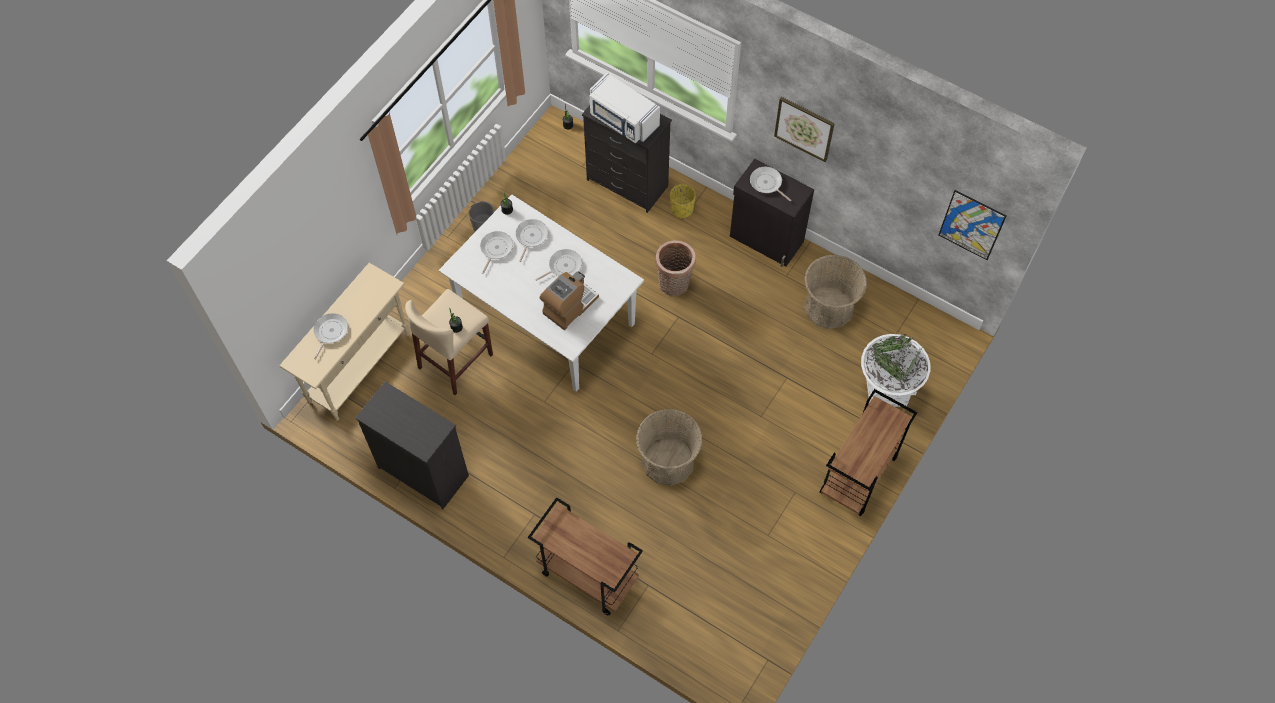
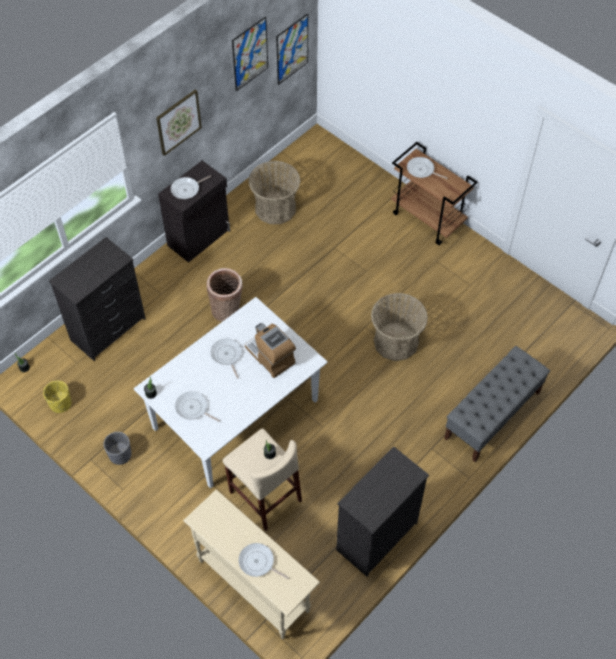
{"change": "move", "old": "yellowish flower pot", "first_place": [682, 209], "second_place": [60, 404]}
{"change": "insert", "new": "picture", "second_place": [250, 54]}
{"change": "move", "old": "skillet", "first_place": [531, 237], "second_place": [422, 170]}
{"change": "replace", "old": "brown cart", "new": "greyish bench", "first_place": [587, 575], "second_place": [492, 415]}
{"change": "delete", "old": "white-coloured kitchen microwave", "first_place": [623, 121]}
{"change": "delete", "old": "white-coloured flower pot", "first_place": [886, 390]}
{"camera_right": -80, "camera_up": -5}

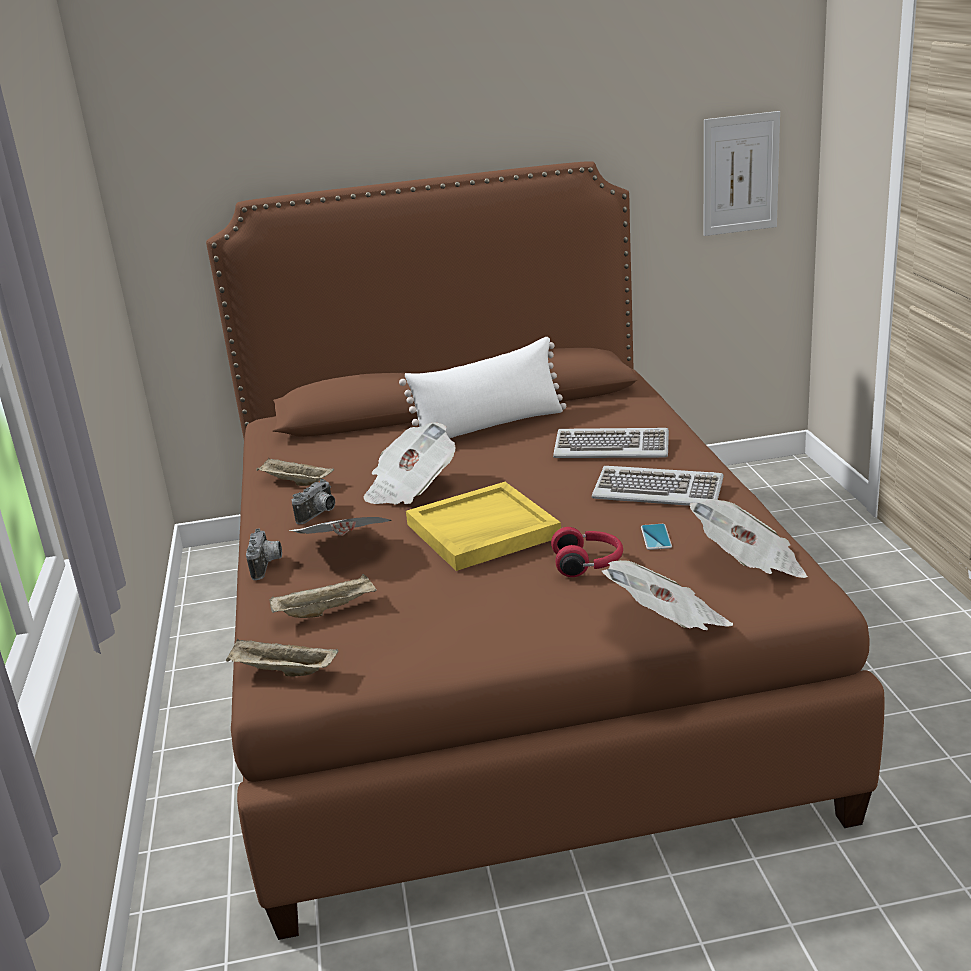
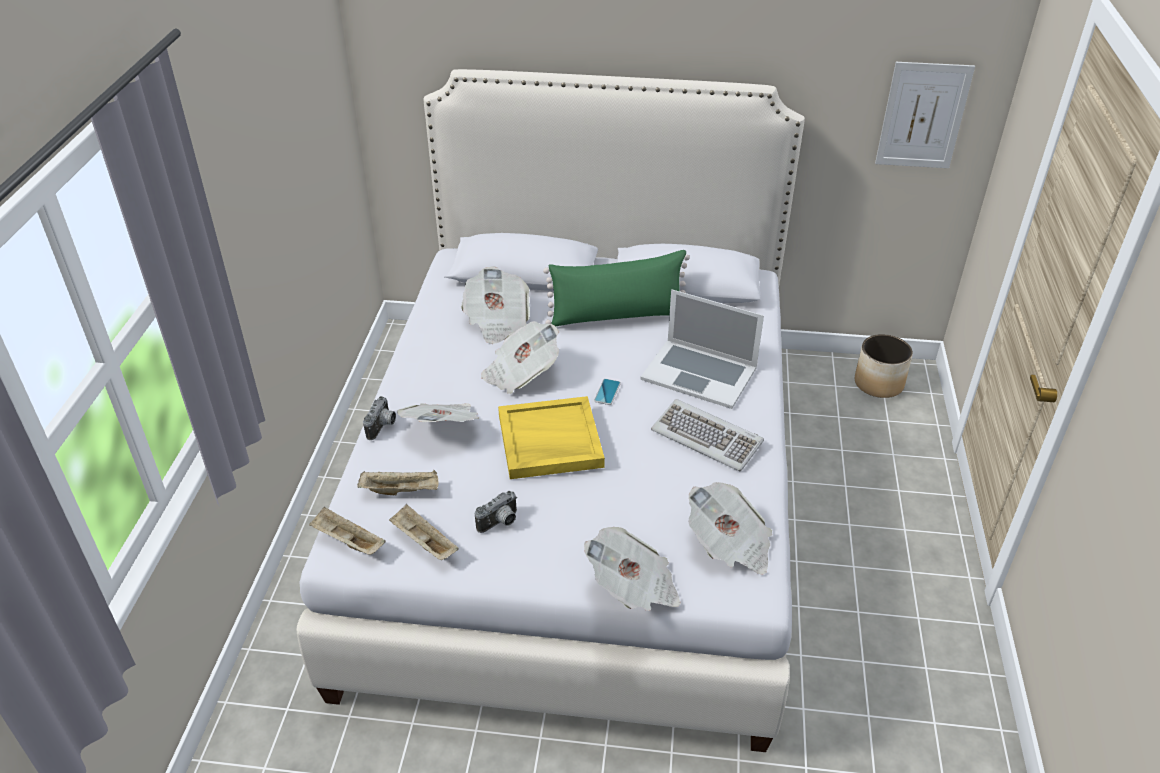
{"change": "recolor", "old": "brown sleeping bed", "new": "white-coloured sleeping bed", "first_place": [498, 650], "second_place": [578, 498]}
{"change": "move", "old": "beige carrying tray", "first_place": [295, 483], "second_place": [423, 542]}
{"change": "insert", "new": "daily paper", "second_place": [497, 321]}
{"change": "move", "old": "still camera", "first_place": [319, 515], "second_place": [500, 523]}
{"change": "recolor", "old": "white-coloured pillow", "new": "green-coloured pillow", "first_place": [490, 427], "second_place": [617, 316]}
{"change": "move", "old": "telephone", "first_place": [656, 537], "second_place": [607, 392]}
{"change": "replace", "old": "PC keyboard", "new": "portable computer", "first_place": [612, 448], "second_place": [699, 373]}
{"change": "insert", "new": "flower pot", "second_place": [878, 383]}
{"change": "delete", "old": "red headphones", "first_place": [588, 564]}
{"camera_right": 15, "camera_up": 15}

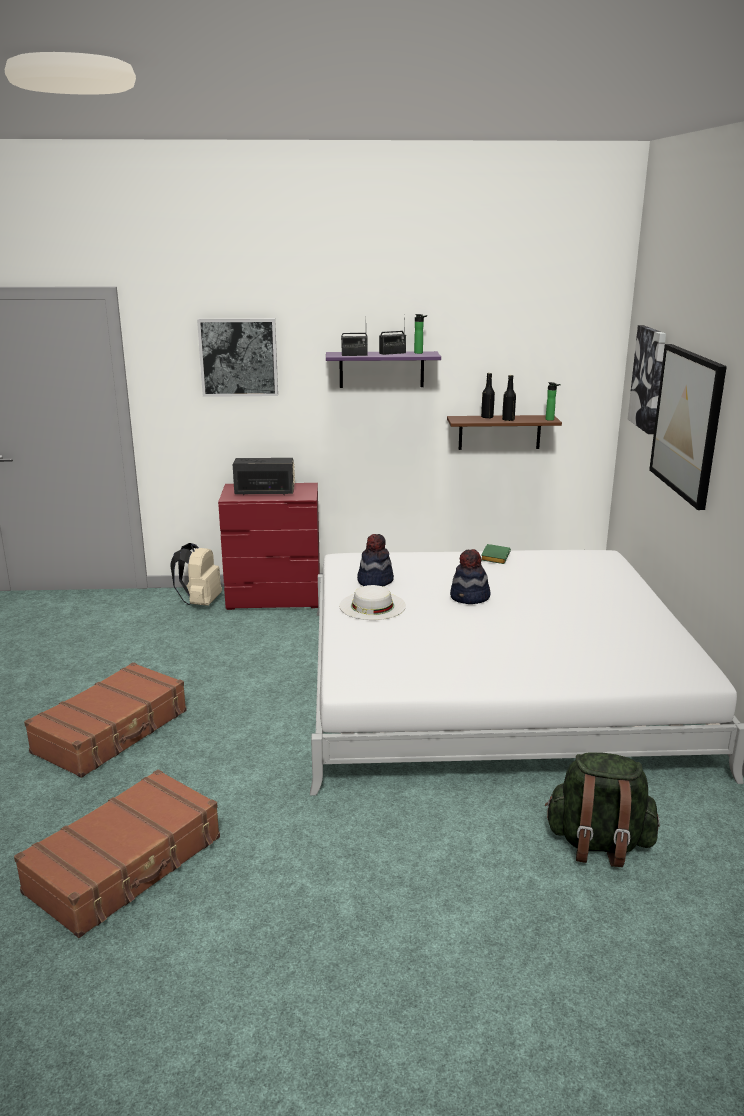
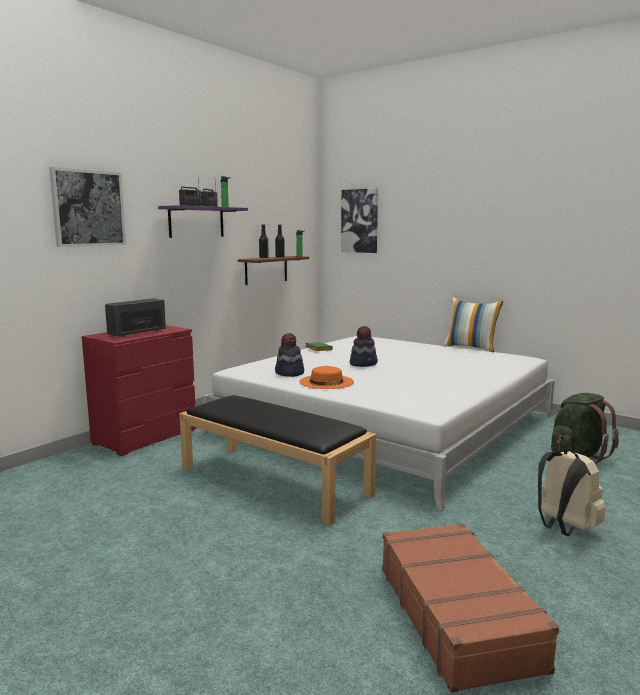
{"change": "insert", "new": "blackish bench", "second_place": [275, 481]}
{"change": "recolor", "old": "white-coloured clothing hat", "new": "orange clothing hat", "first_place": [372, 606], "second_place": [326, 381]}
{"change": "insert", "new": "pillow", "second_place": [471, 348]}
{"change": "move", "old": "beige knapsack", "first_place": [200, 603], "second_place": [564, 528]}
{"change": "delete", "old": "brown travel case", "first_place": [112, 732]}
{"change": "delete", "old": "picture", "first_place": [687, 423]}
{"camera_right": -50, "camera_up": -10}

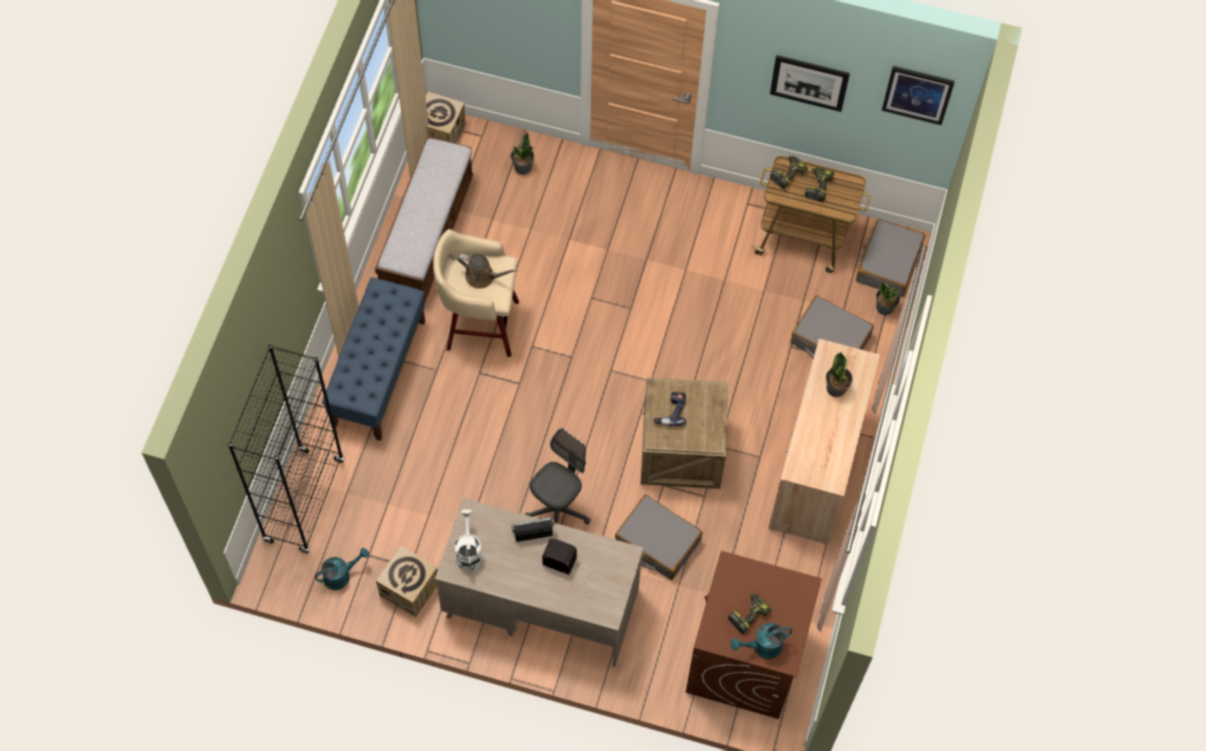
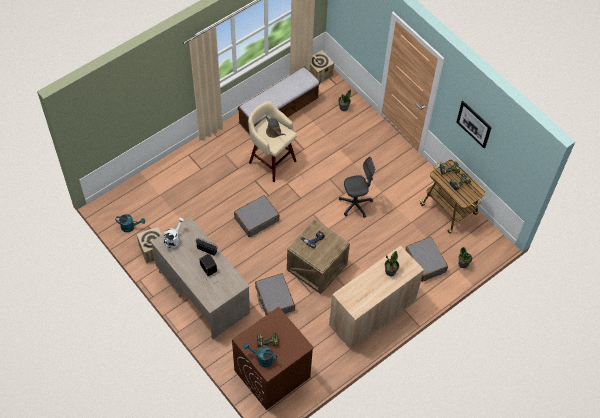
{"change": "move", "old": "greyish travel case", "first_place": [888, 263], "second_place": [256, 219]}
{"change": "move", "old": "greyish computer chair", "first_place": [558, 510], "second_place": [355, 204]}
{"change": "delete", "old": "blackish bookcase", "first_place": [304, 501]}
{"change": "delete", "old": "blue bench", "first_place": [379, 373]}
{"change": "delete", "old": "picture", "first_place": [917, 94]}
{"camera_right": 35, "camera_up": -5}

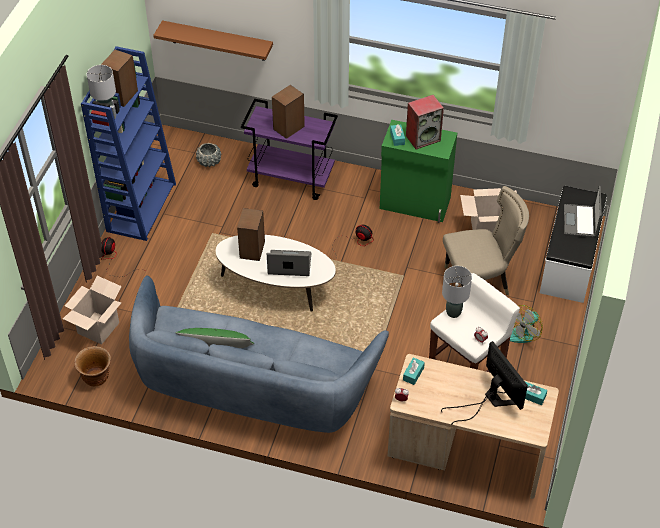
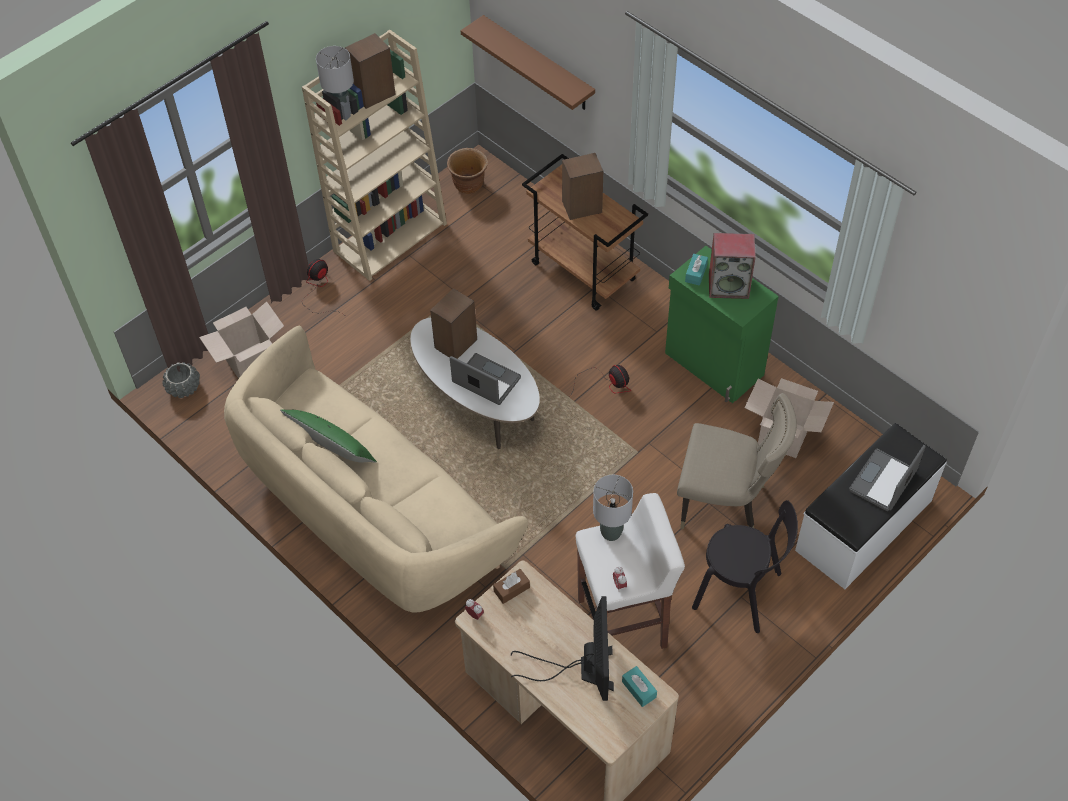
{"change": "move", "old": "greyish flower pot", "first_place": [209, 161], "second_place": [184, 387]}
{"change": "recolor", "old": "blue couch", "new": "beige couch", "first_place": [253, 387], "second_place": [371, 512]}
{"change": "recolor", "old": "blue bookcase", "new": "beige bookcase", "first_place": [141, 206], "second_place": [390, 236]}
{"change": "move", "old": "brown flower pot", "first_place": [96, 378], "second_place": [468, 185]}
{"change": "recolor", "old": "turquoise tissue holder", "new": "brown tissue holder", "first_place": [413, 374], "second_place": [511, 589]}
{"change": "recolor", "old": "purple cart", "new": "brown cart", "first_place": [292, 179], "second_place": [584, 271]}
{"change": "replace", "old": "electric fan", "new": "blackish upright chair", "first_place": [524, 331], "second_place": [741, 592]}
{"camera_right": 30, "camera_up": 5}

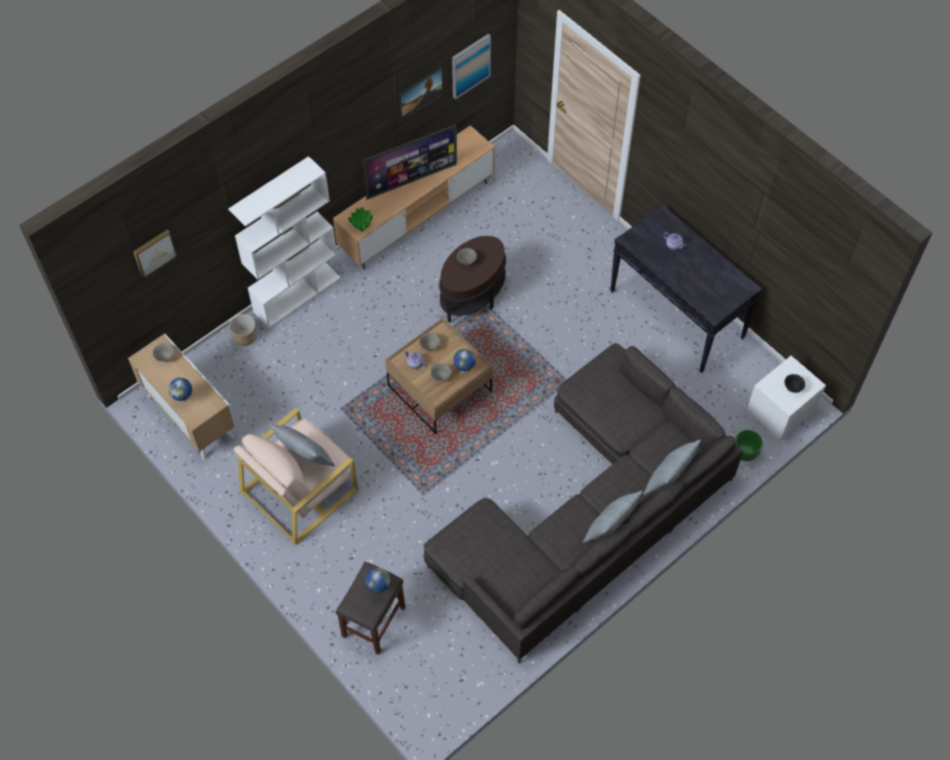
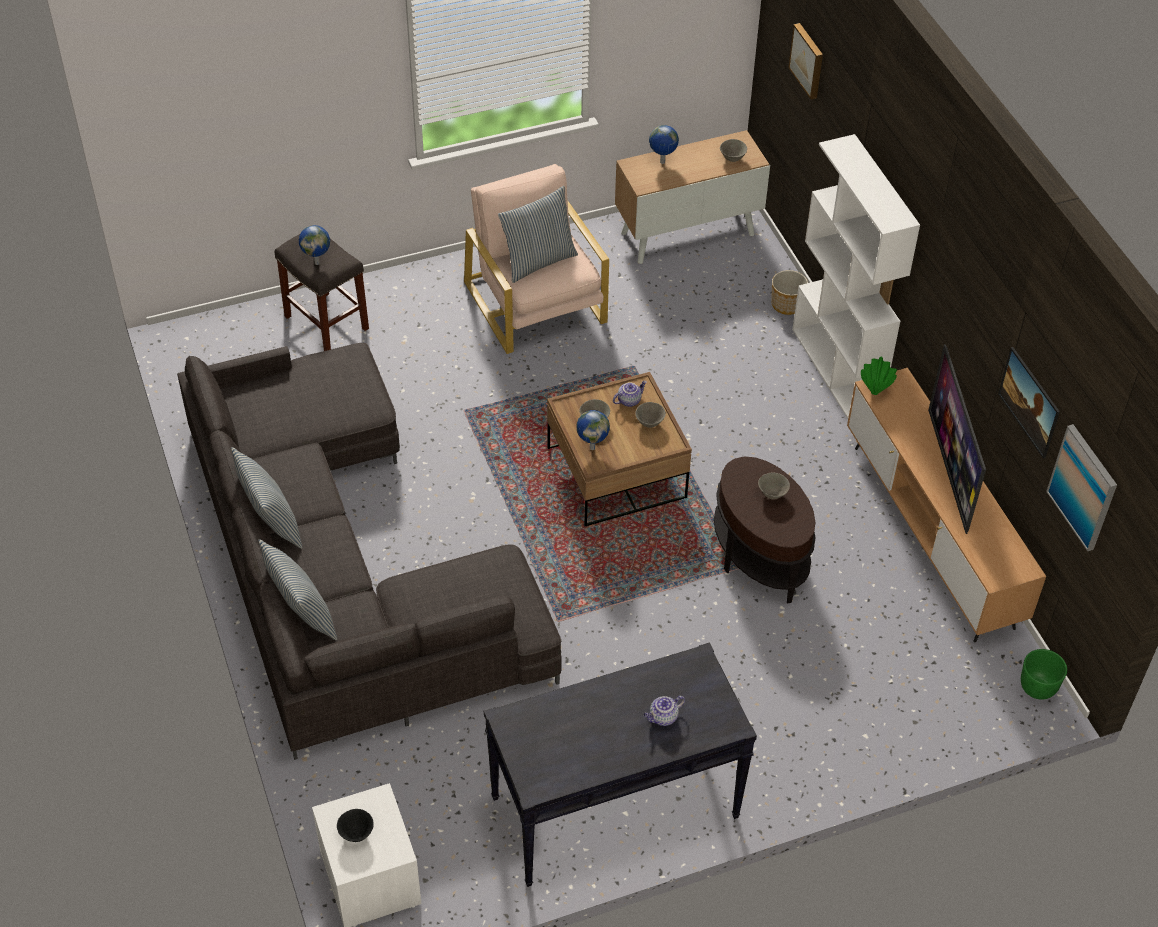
{"change": "move", "old": "green-coloured flower pot", "first_place": [745, 453], "second_place": [1037, 687]}
{"camera_right": 110, "camera_up": -10}

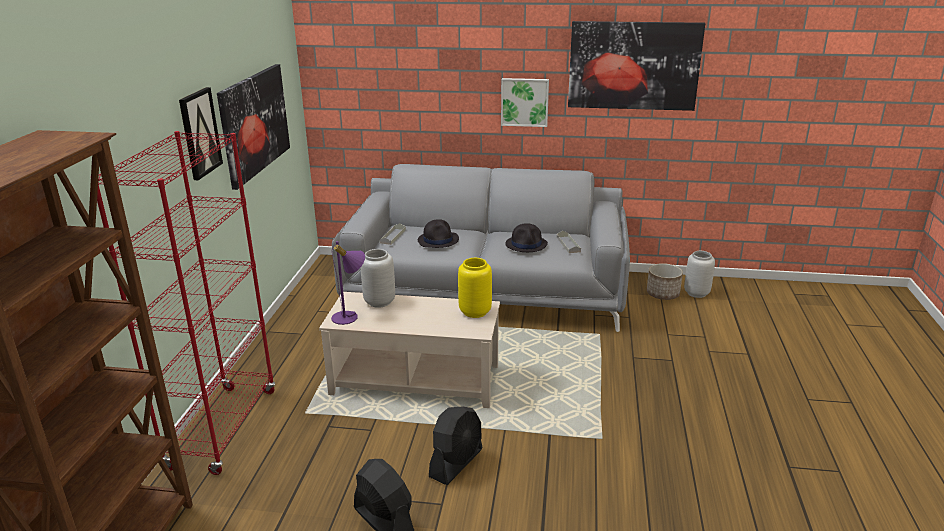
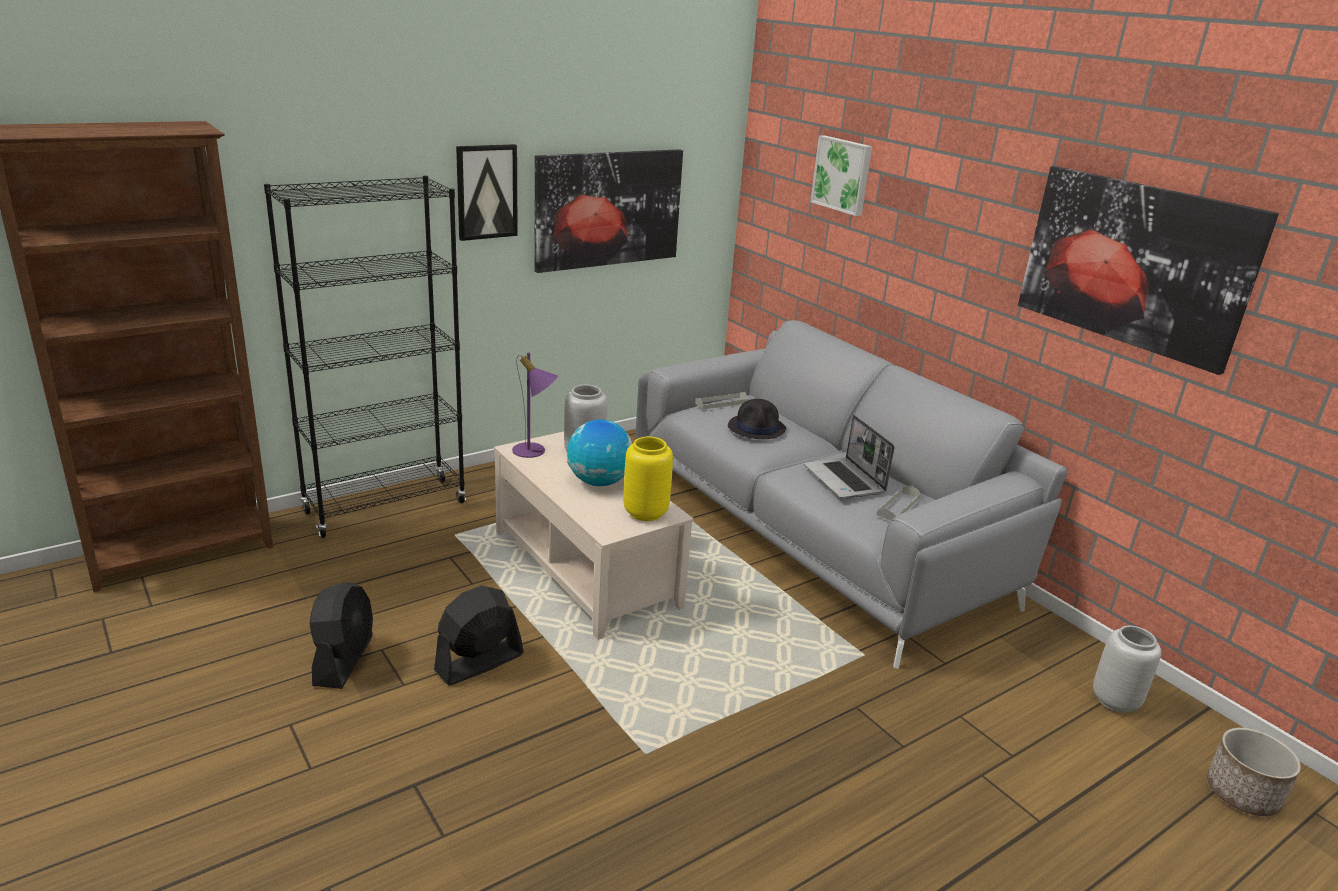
{"change": "recolor", "old": "red bookcase", "new": "blackish bookcase", "first_place": [223, 428], "second_place": [385, 507]}
{"change": "rotate", "old": "blackish electric fan", "first_place": [456, 463], "second_place": [479, 662], "degrees": 150}
{"change": "insert", "new": "globe", "second_place": [599, 482]}
{"change": "replace", "old": "blackish clothing hat", "new": "portable computer", "first_place": [526, 244], "second_place": [845, 480]}
{"change": "move", "old": "picture", "first_place": [524, 102], "second_place": [843, 175]}
{"change": "move", "old": "flower pot", "first_place": [663, 294], "second_place": [1242, 793]}
{"camera_right": 45, "camera_up": 0}

